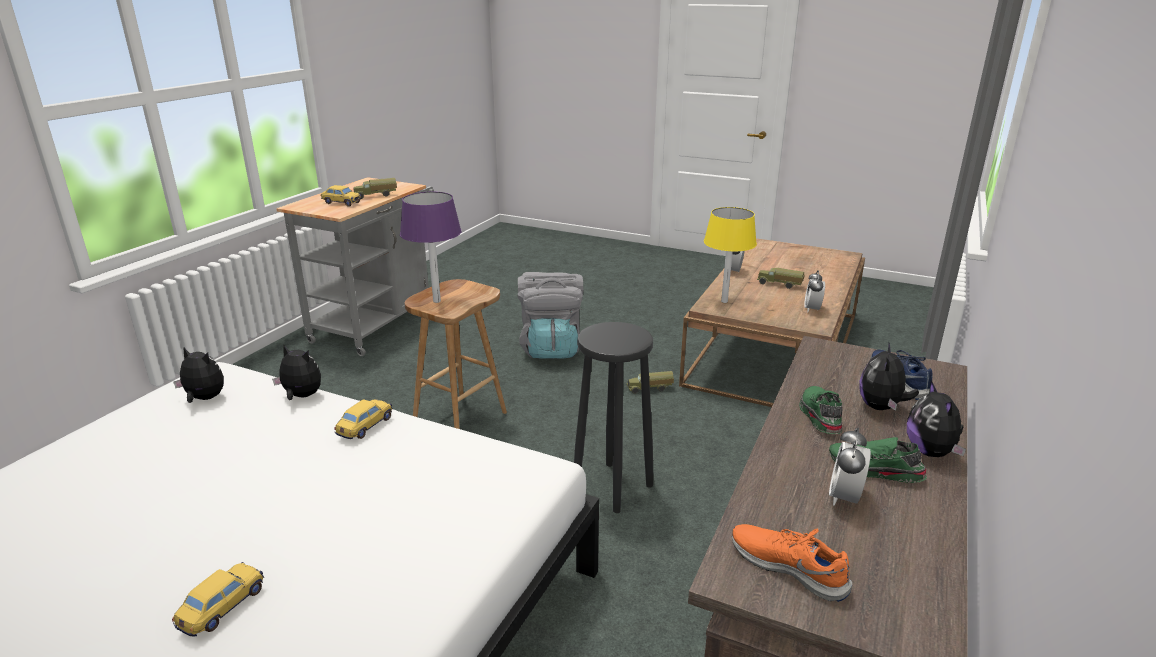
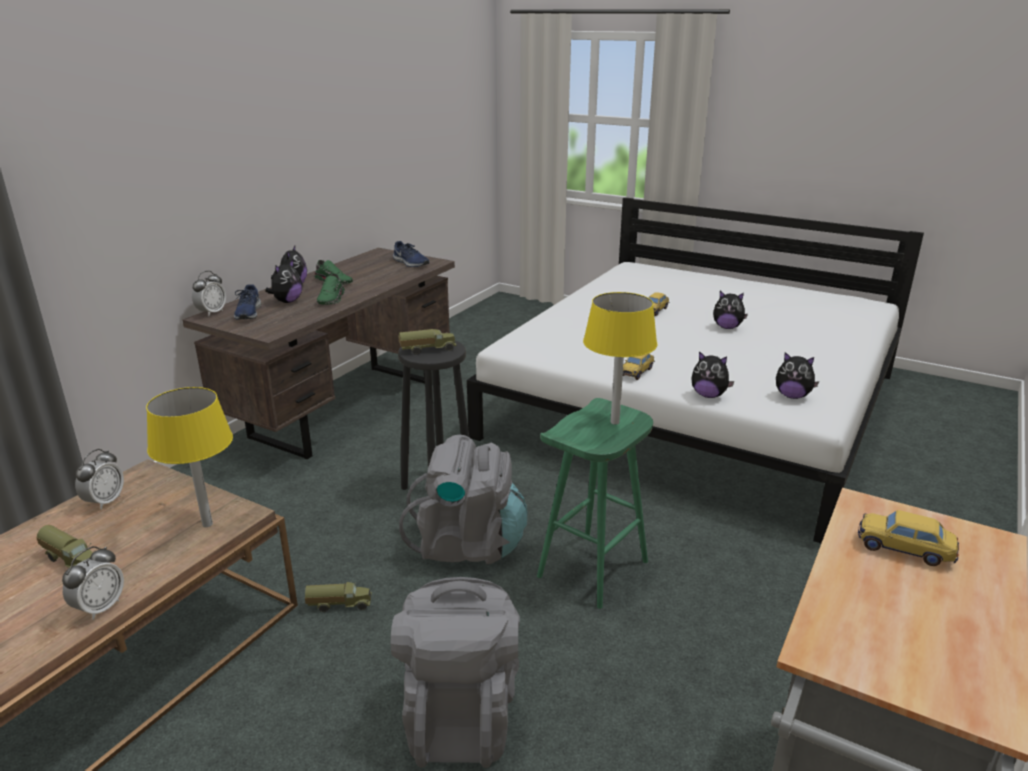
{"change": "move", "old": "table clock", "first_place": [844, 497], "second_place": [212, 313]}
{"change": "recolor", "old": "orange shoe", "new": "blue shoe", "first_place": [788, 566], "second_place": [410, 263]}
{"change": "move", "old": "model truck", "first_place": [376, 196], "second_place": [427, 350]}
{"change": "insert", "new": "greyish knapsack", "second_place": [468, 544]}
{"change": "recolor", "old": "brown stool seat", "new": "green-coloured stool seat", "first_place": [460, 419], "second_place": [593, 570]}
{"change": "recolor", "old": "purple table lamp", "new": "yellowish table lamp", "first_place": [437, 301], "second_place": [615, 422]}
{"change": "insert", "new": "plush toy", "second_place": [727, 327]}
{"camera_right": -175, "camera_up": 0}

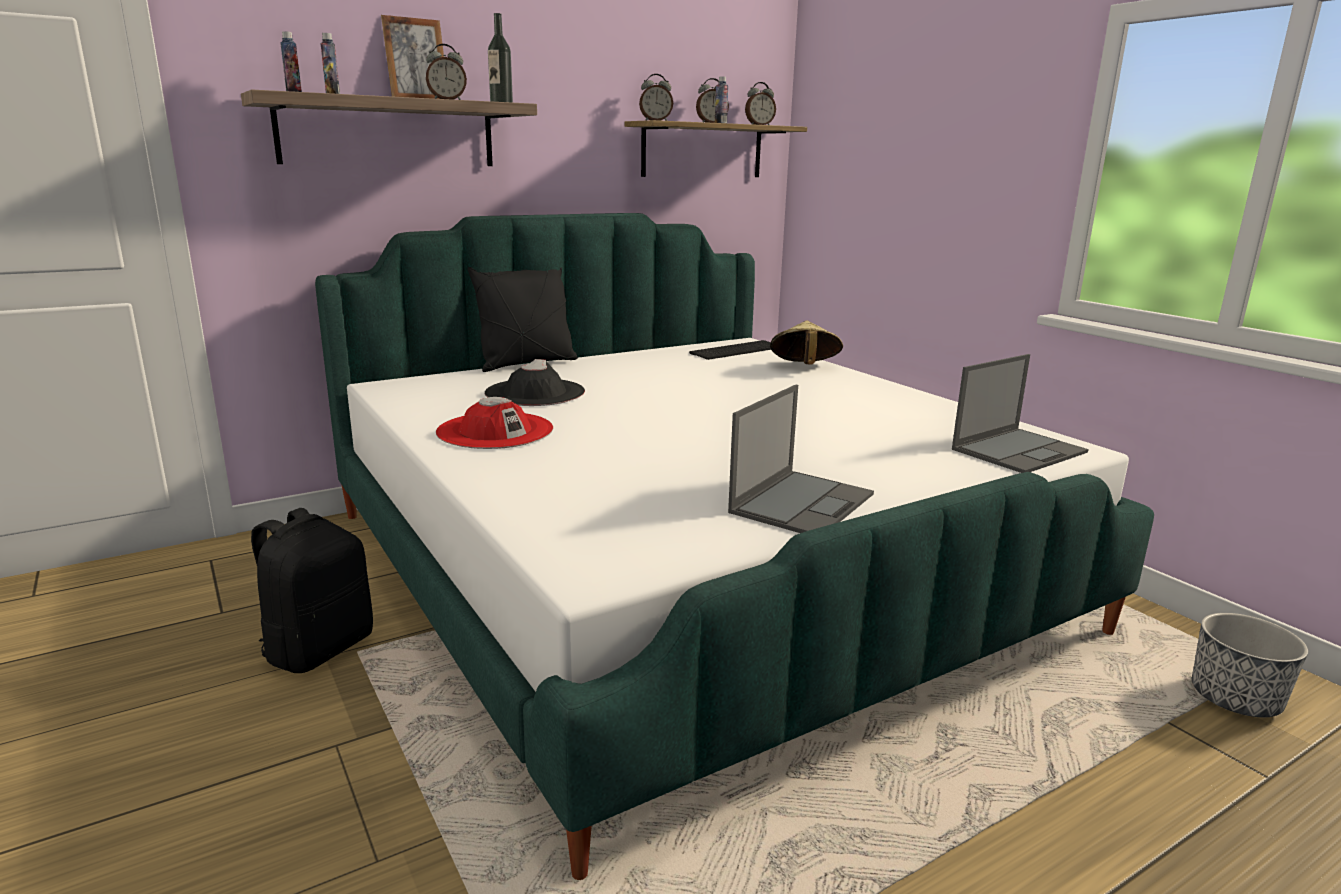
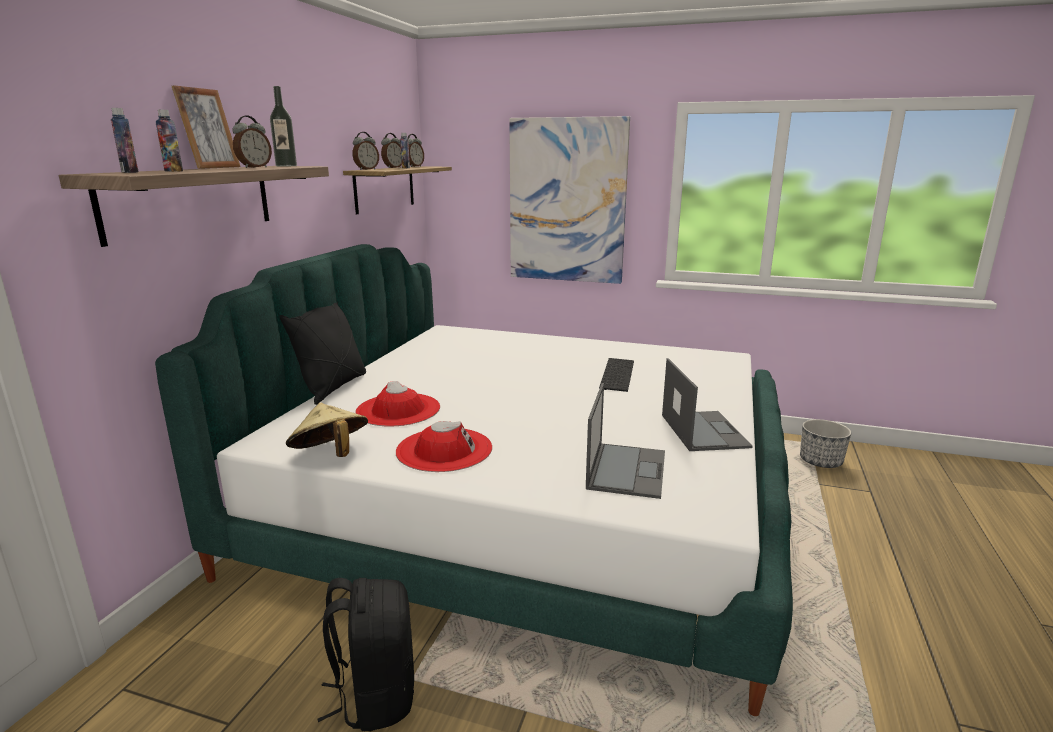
{"change": "move", "old": "beige clothing hat", "first_place": [804, 368], "second_place": [330, 455]}
{"change": "recolor", "old": "blackish clothing hat", "new": "red clothing hat", "first_place": [535, 393], "second_place": [398, 410]}
{"change": "insert", "new": "picture", "second_place": [567, 201]}
{"change": "move", "old": "portable computer", "first_place": [1019, 450], "second_place": [626, 469]}
{"change": "move", "old": "PC keyboard", "first_place": [736, 350], "second_place": [615, 374]}
{"camera_right": -40, "camera_up": 0}

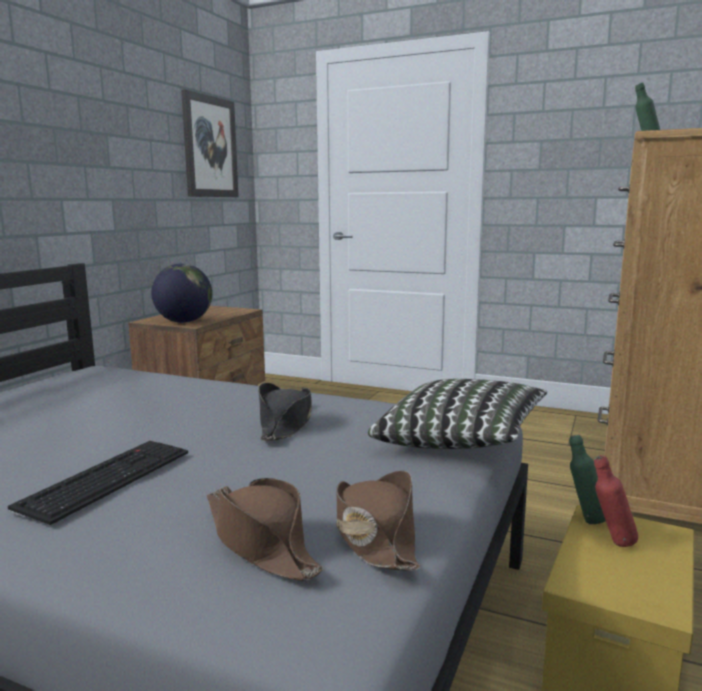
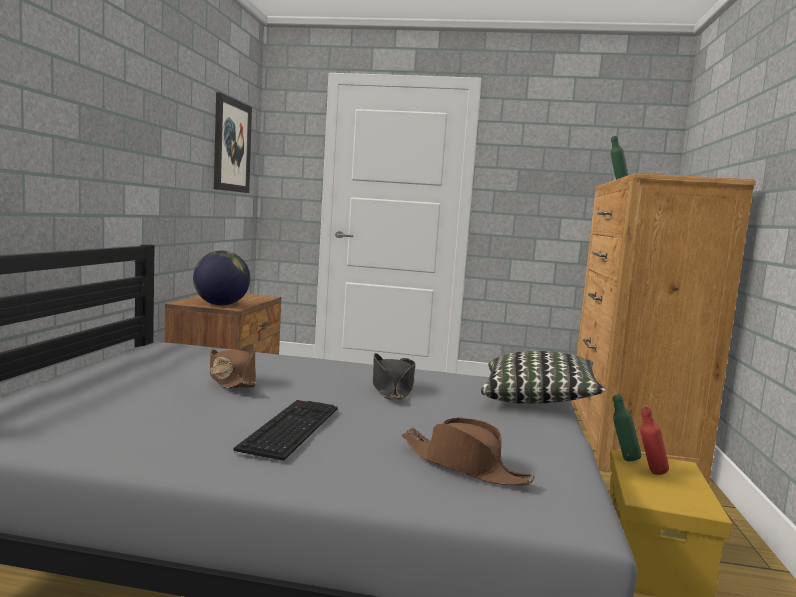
{"change": "move", "old": "brown clothing hat", "first_place": [374, 535], "second_place": [232, 379]}
{"camera_right": -15, "camera_up": -5}

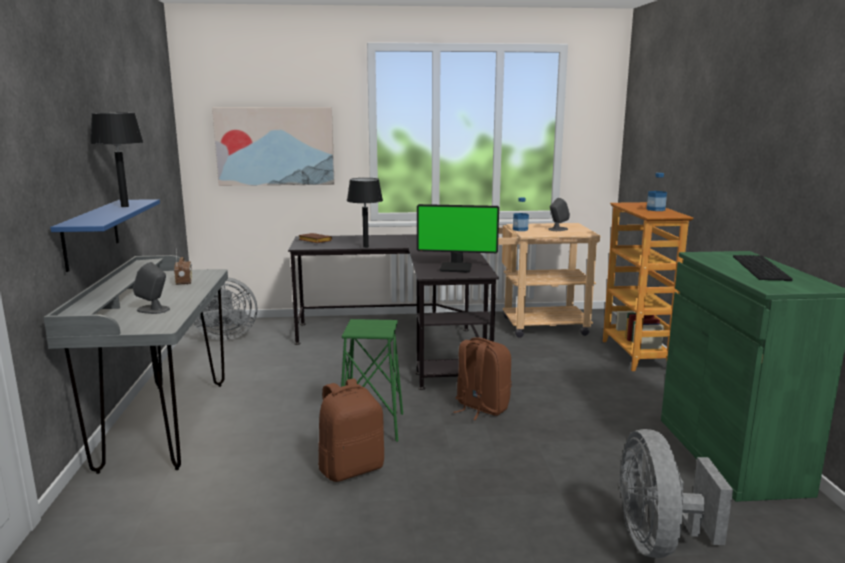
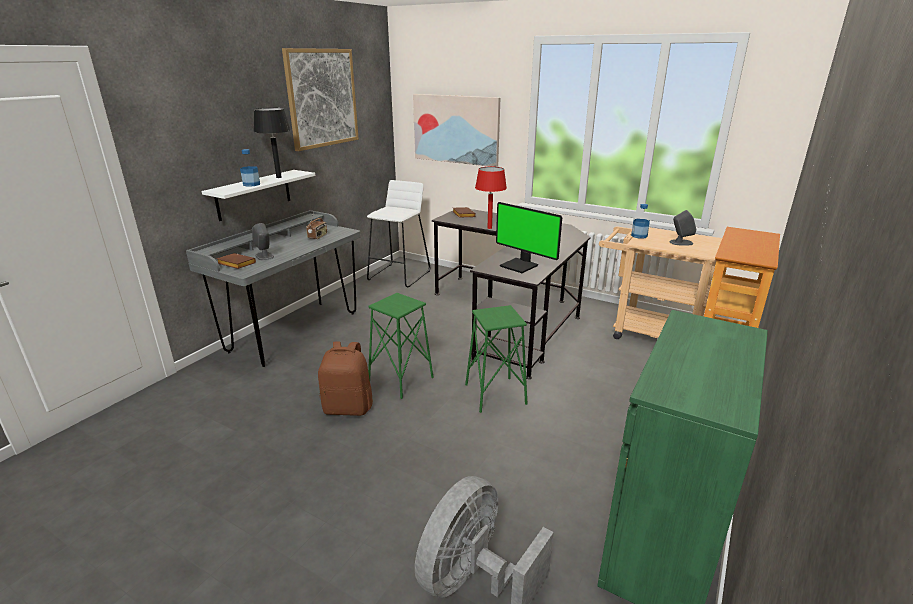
{"change": "recolor", "old": "blue bracket shelf", "new": "white-coloured bracket shelf", "first_place": [91, 234], "second_place": [254, 194]}
{"change": "insert", "new": "brown book", "second_place": [235, 264]}
{"change": "move", "old": "beverage bottle", "first_place": [655, 209], "second_place": [251, 184]}
{"change": "insert", "new": "picture", "second_place": [322, 98]}
{"change": "replace", "old": "greyish electric fan", "new": "white-coloured stool seat", "first_place": [224, 336], "second_place": [399, 275]}
{"change": "replace", "old": "brown knapsack", "new": "green-coloured stool seat", "first_place": [480, 408], "second_place": [495, 394]}
{"change": "recolor", "old": "blackish table lamp", "new": "red table lamp", "first_place": [366, 247], "second_place": [490, 228]}
{"change": "delete", "old": "PC keyboard", "first_place": [762, 268]}
{"camera_right": 35, "camera_up": 10}

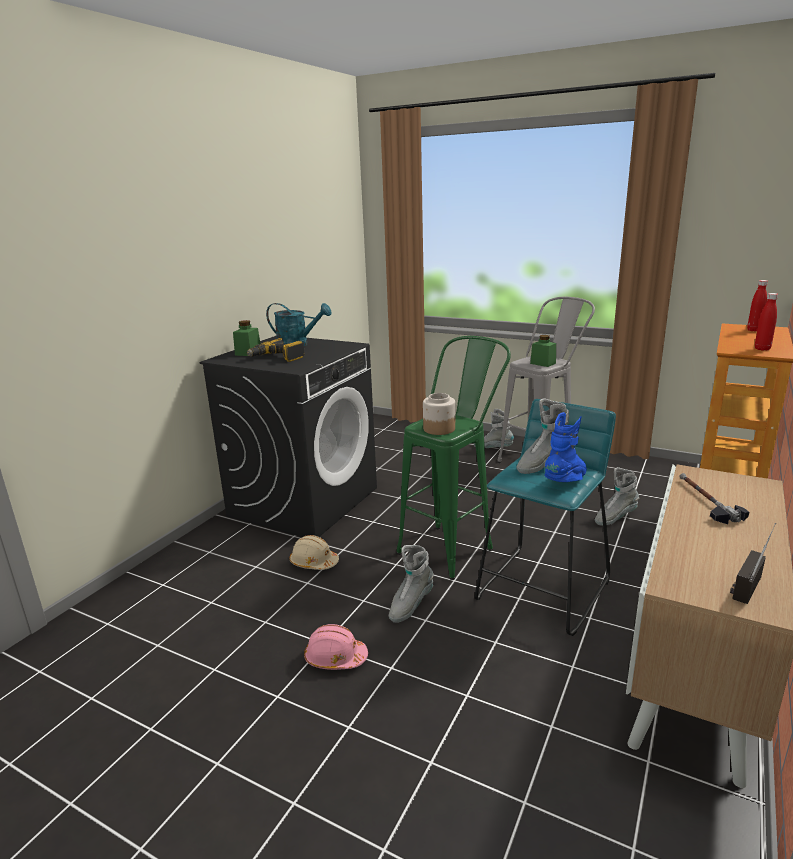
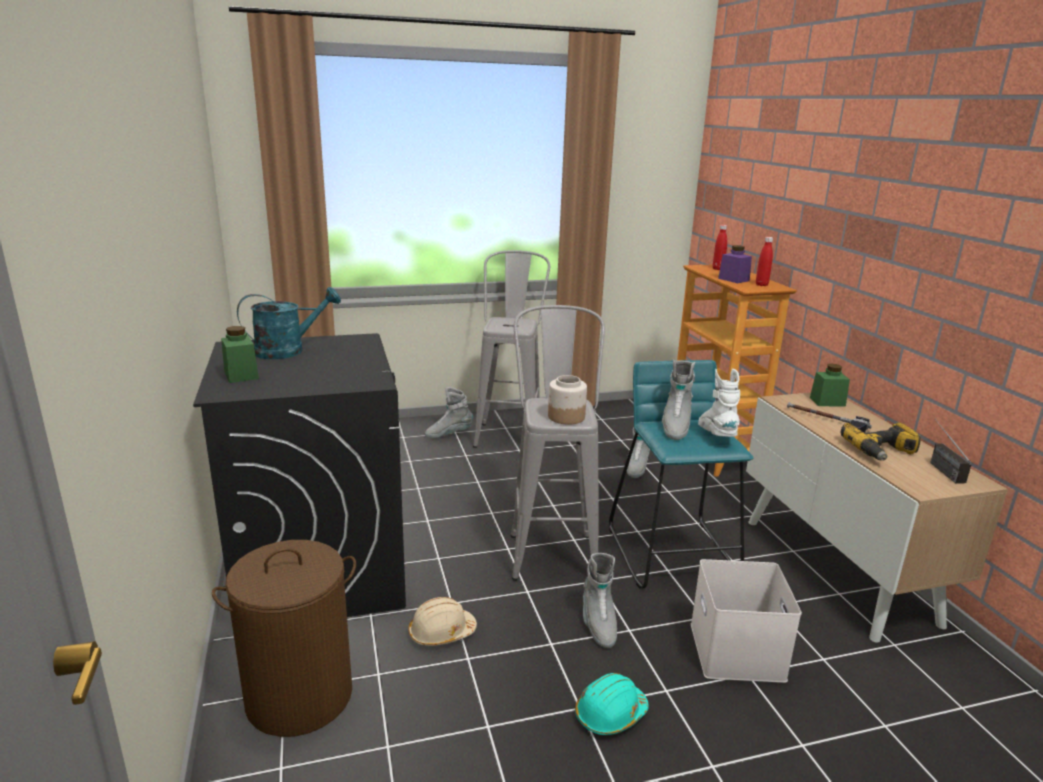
{"change": "insert", "new": "brown hamper", "second_place": [300, 696]}
{"change": "recolor", "old": "green-coloured stool seat", "new": "greyish stool seat", "first_place": [453, 545], "second_place": [551, 547]}
{"change": "recolor", "old": "pink-coloured work helmet", "new": "turquoise work helmet", "first_place": [335, 658], "second_place": [610, 714]}
{"change": "insert", "new": "white-coloured storage box", "second_place": [738, 652]}
{"change": "recolor", "old": "blue tall boot", "new": "white-coloured tall boot", "first_place": [567, 481], "second_place": [716, 435]}
{"change": "insert", "new": "purple preserve jar", "second_place": [733, 279]}
{"change": "move", "old": "green-coloured preserve jar", "first_place": [543, 363], "second_place": [827, 402]}
{"change": "move", "old": "drill", "first_place": [277, 358], "second_place": [882, 452]}
{"camera_right": -45, "camera_up": 0}

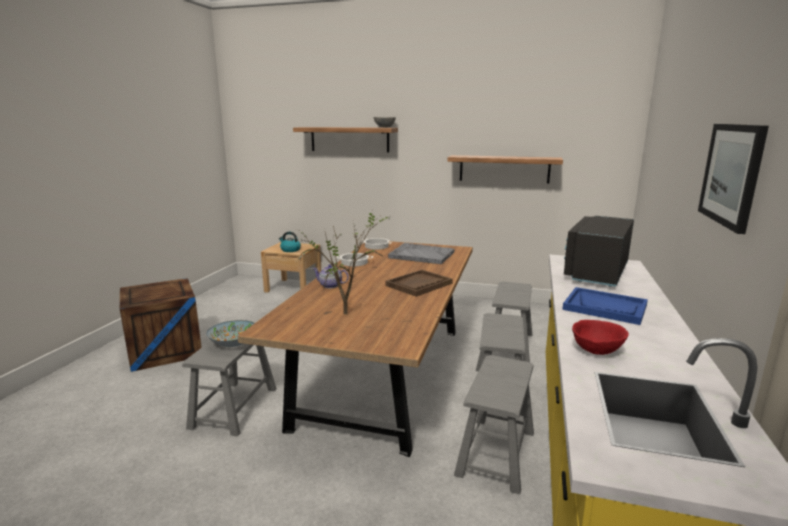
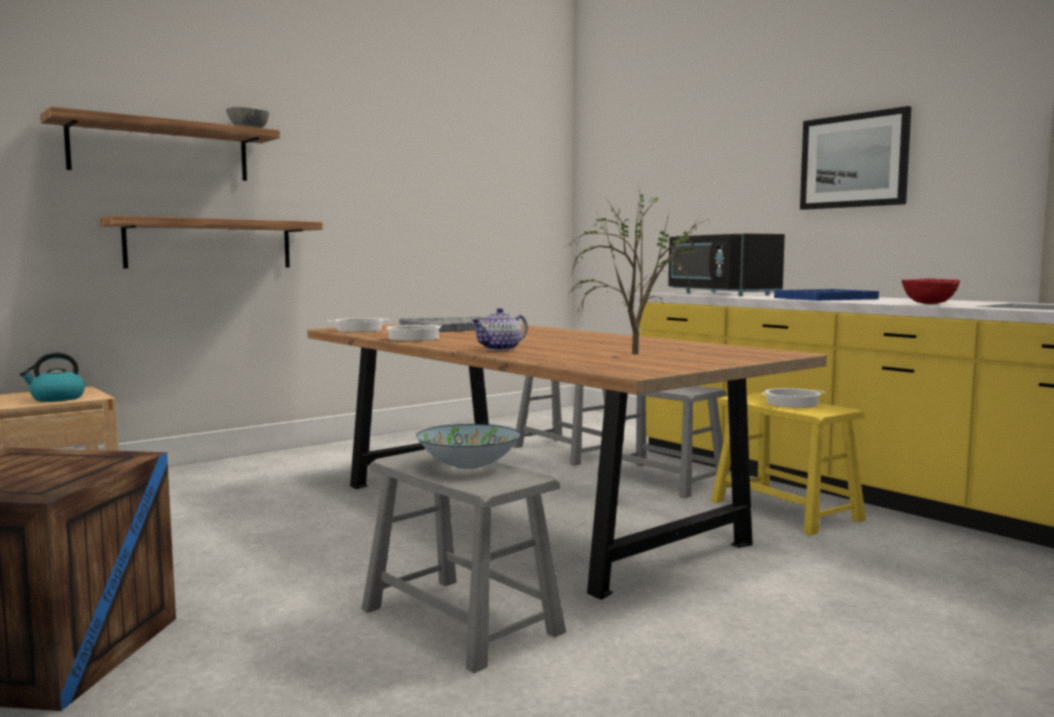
{"change": "move", "old": "bracket shelf", "first_place": [504, 169], "second_place": [210, 244]}
{"change": "recolor", "old": "greyish stool seat", "new": "yellowish stool seat", "first_place": [496, 453], "second_place": [785, 510]}
{"change": "insert", "new": "saucepot", "second_place": [792, 403]}
{"change": "delete", "old": "brown carrying tray", "first_place": [419, 284]}
{"camera_right": -55, "camera_up": -10}

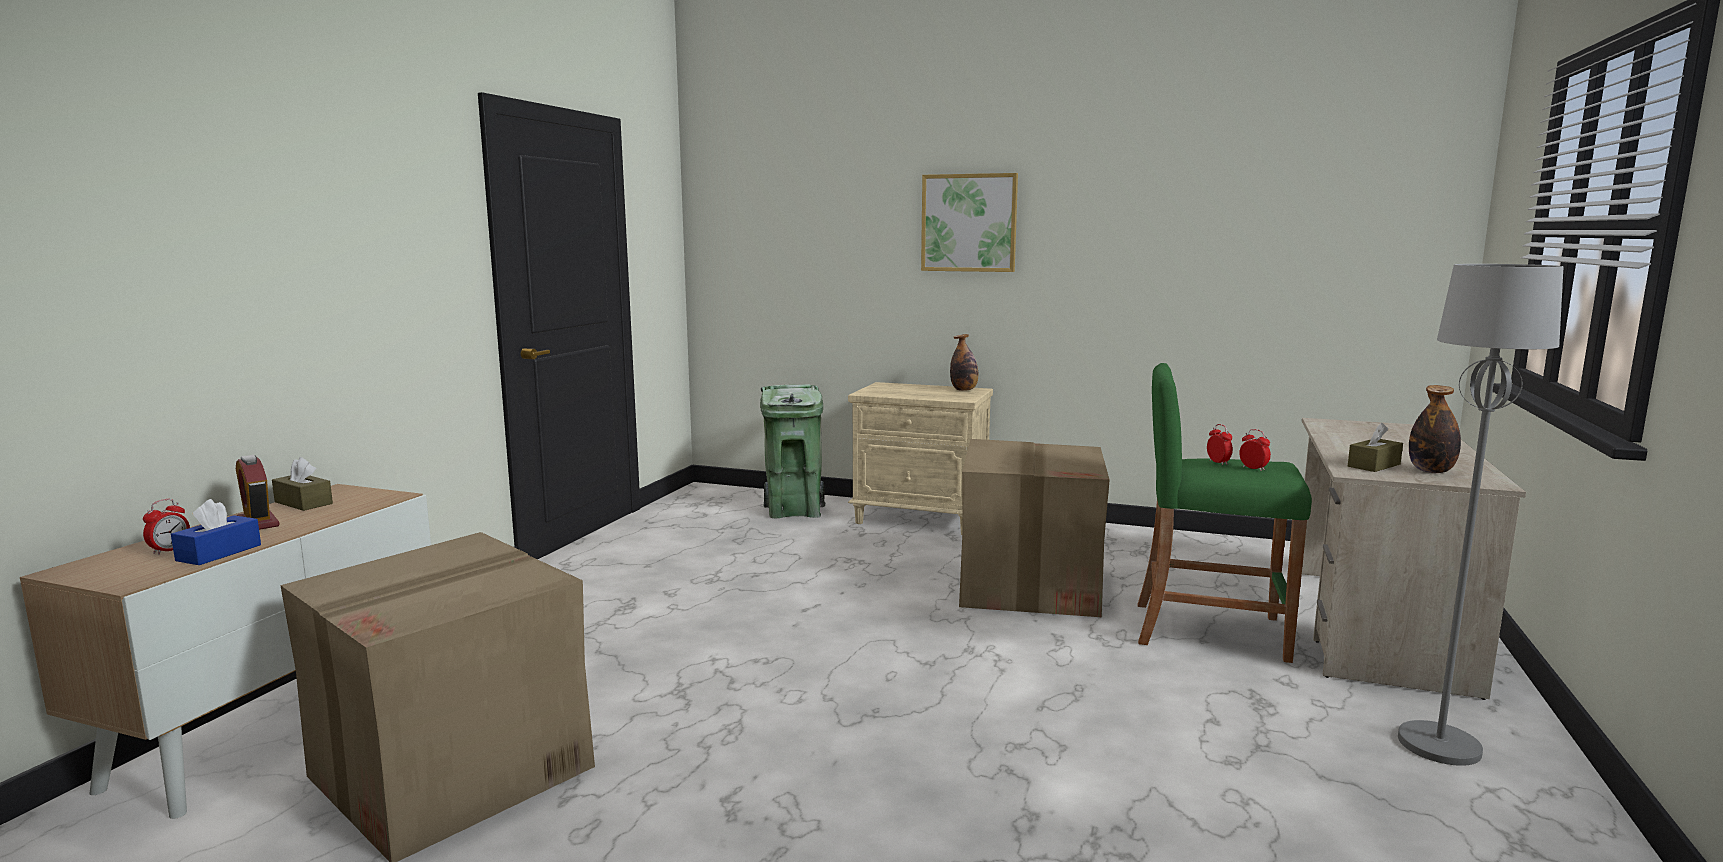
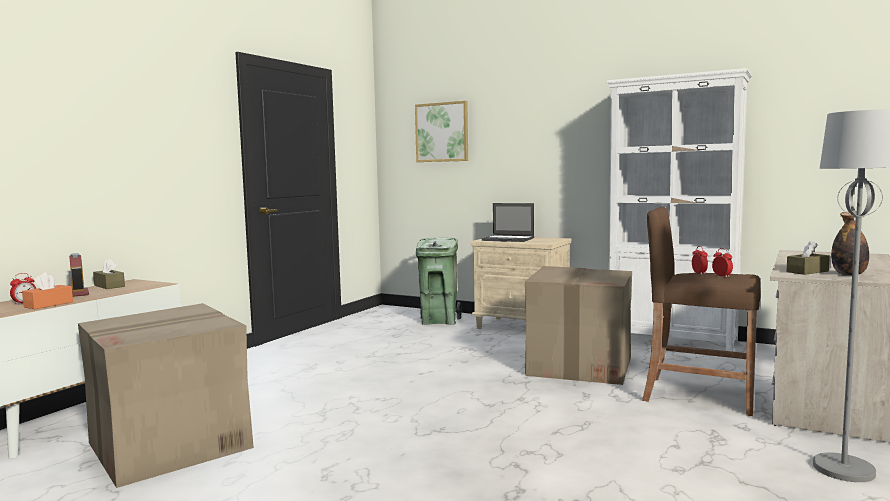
{"change": "recolor", "old": "blue tissue holder", "new": "orange tissue holder", "first_place": [219, 553], "second_place": [48, 304]}
{"change": "move", "old": "picture", "first_place": [969, 223], "second_place": [442, 132]}
{"change": "insert", "new": "portable computer", "second_place": [509, 239]}
{"change": "insert", "new": "white-coloured bookcase", "second_place": [672, 341]}
{"change": "recolor", "old": "green-coloured stool seat", "new": "brown stool seat", "first_place": [1209, 631], "second_place": [698, 395]}
{"change": "delete", "old": "beverage bottle", "first_place": [964, 390]}
{"camera_right": 10, "camera_up": -5}

